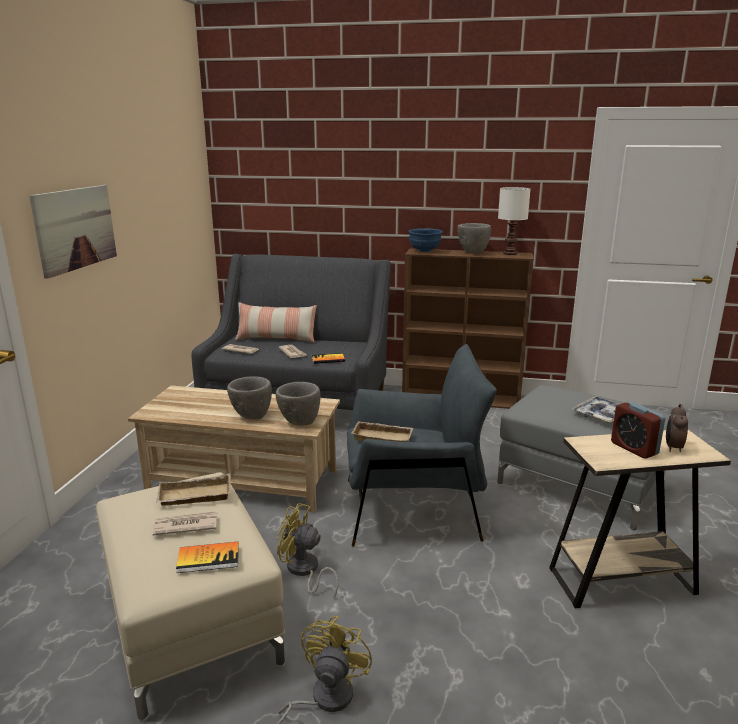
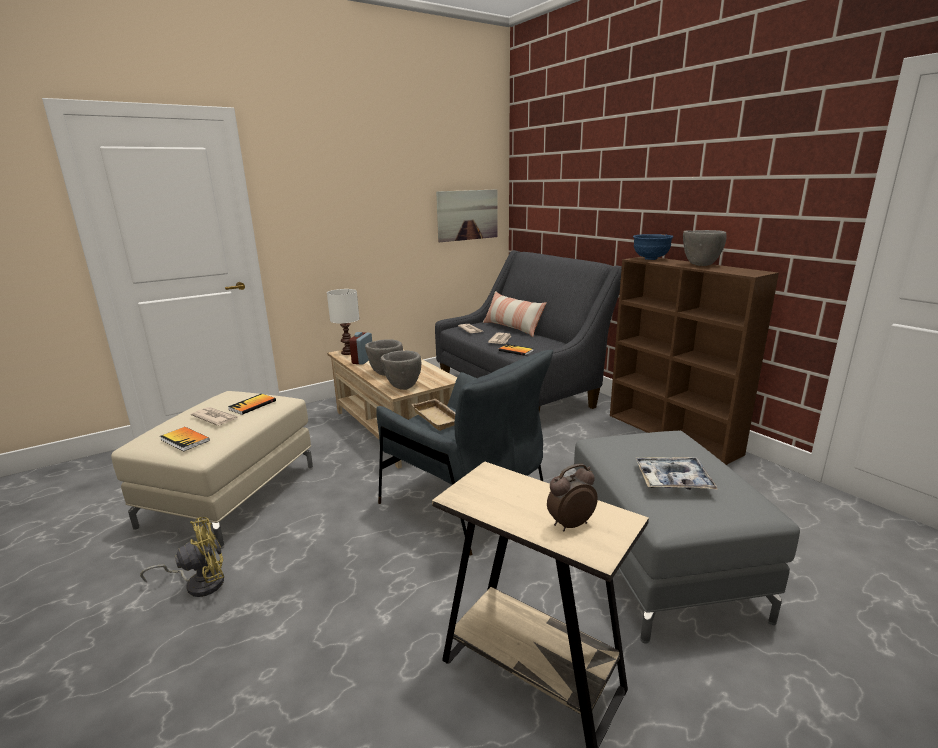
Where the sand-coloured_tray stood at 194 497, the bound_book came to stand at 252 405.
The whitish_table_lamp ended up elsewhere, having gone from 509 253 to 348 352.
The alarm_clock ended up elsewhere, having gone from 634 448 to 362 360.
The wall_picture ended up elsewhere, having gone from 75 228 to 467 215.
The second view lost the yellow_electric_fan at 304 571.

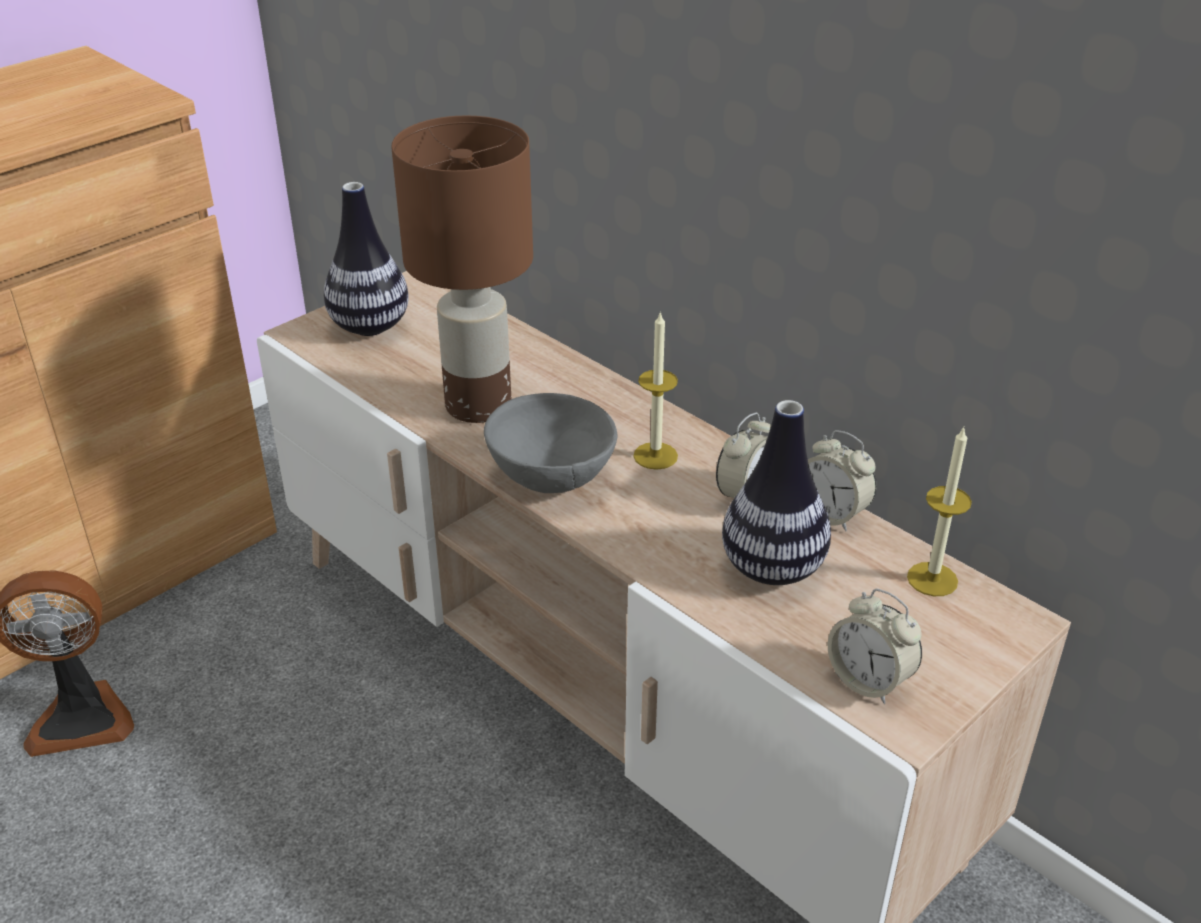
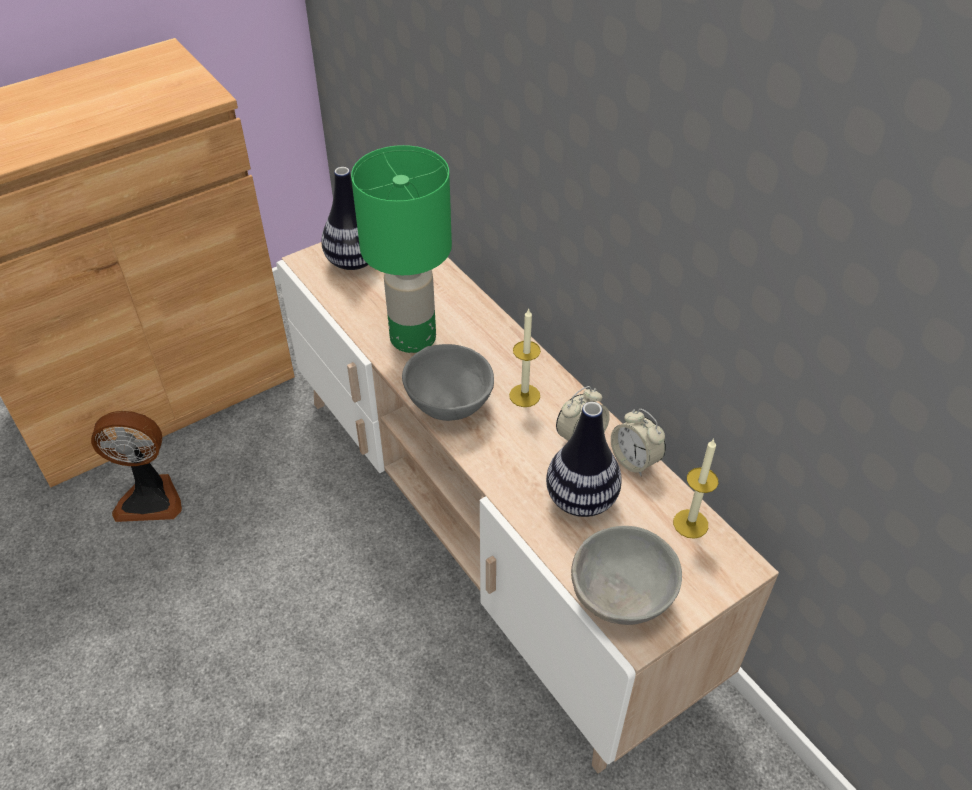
What was the brownish_table_lamp at 479 404 turned into the green-coloured_table_lamp at 413 337.
Where the alarm_clock stood at 869 680, the grey_bowl came to stand at 623 598.

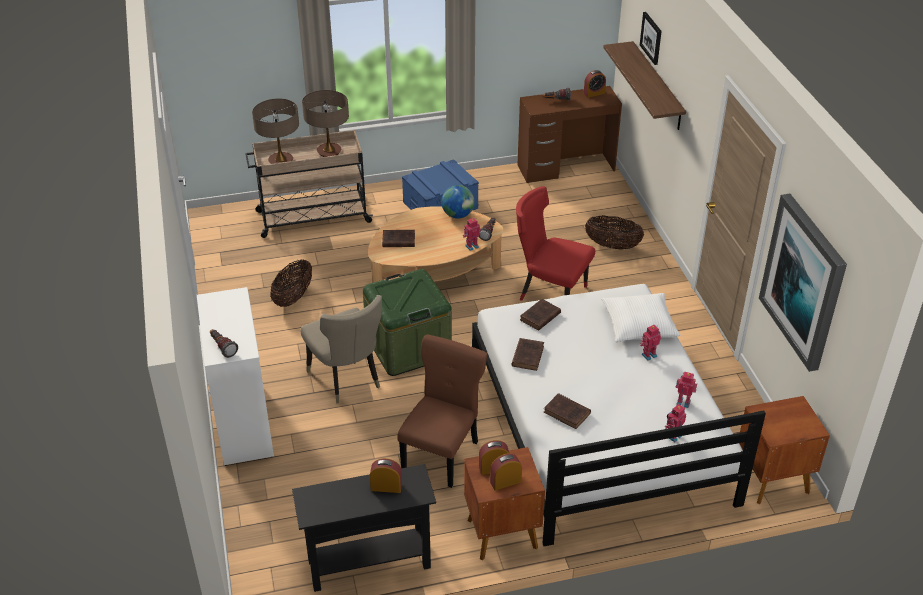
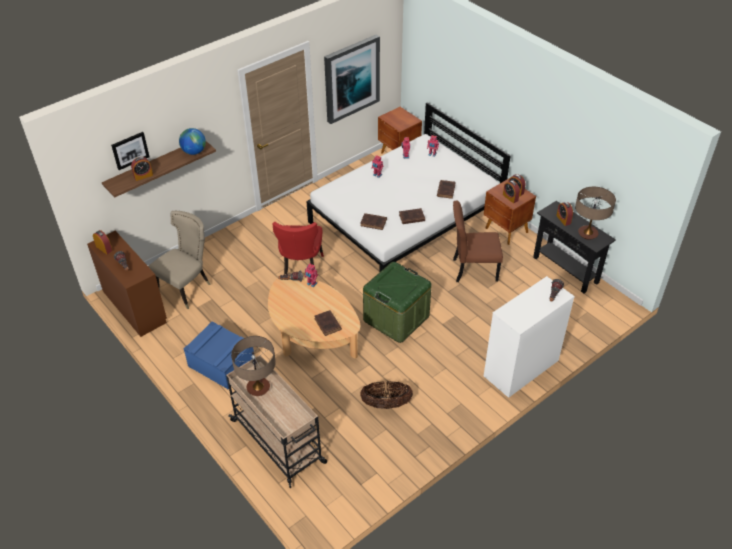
The second view gained the alarm_clock at 143 176.
The sand-coloured_chair ended up elsewhere, having gone from 347 379 to 187 287.
The world_globe ended up elsewhere, having gone from 457 215 to 194 152.
The table_lamp ended up elsewhere, having gone from 281 161 to 587 233.
The second view lost the basket at 612 246.
The second view lost the whitish_cushion at 639 324.

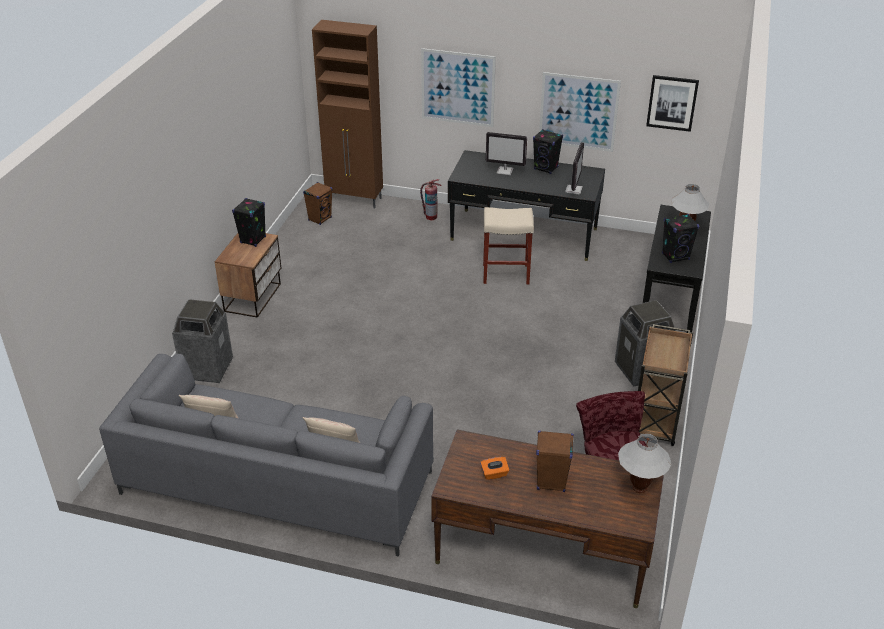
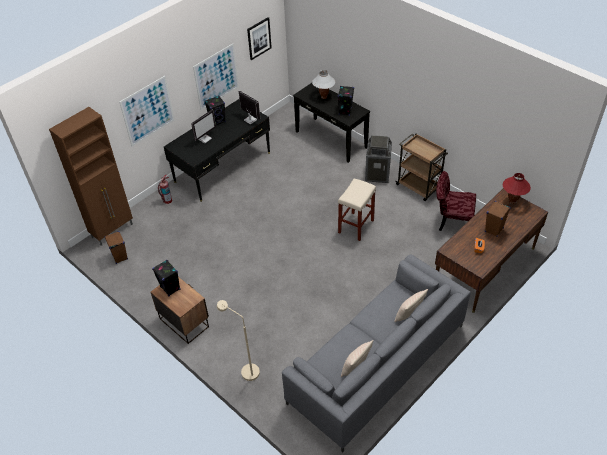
Where the waste_bin stood at 207 369, the sand-coloured_standing_lamp came to stand at 246 370.
The sand-coloured_stool_seat ended up elsewhere, having gone from 505 274 to 356 226.
What was the whitish_table_lamp at 639 488 turned into the reddish_table_lamp at 512 201.

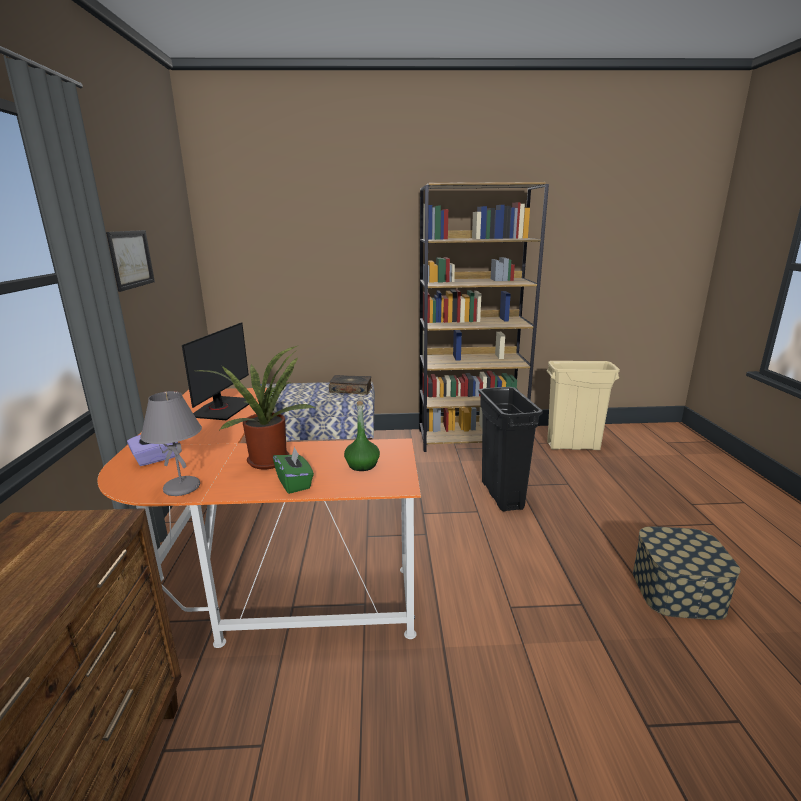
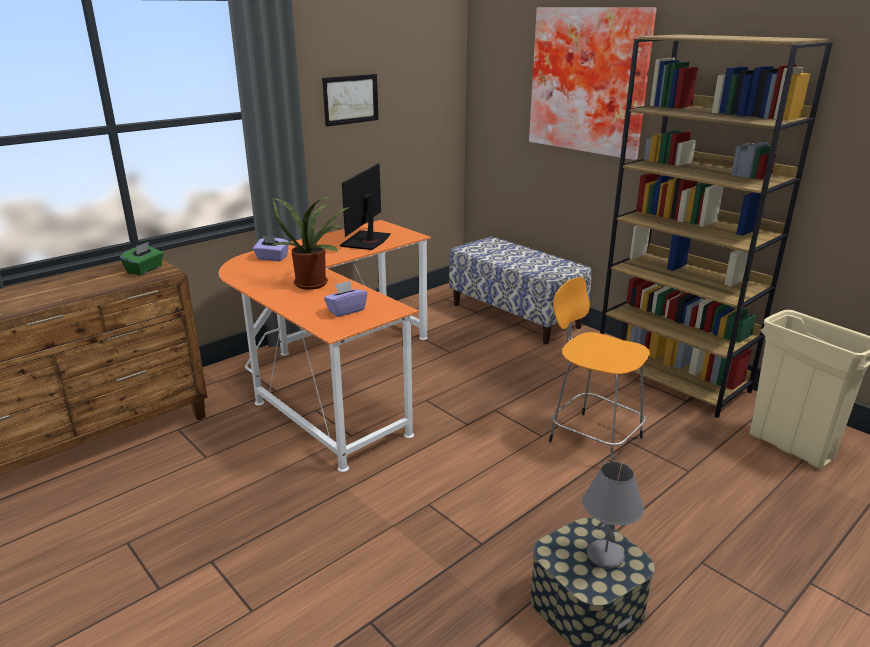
The green-coloured_box_of_tissues ended up elsewhere, having gone from 294 483 to 145 270.
Where the green-coloured_drink_bottle stood at 362 465, the purplish_box_of_tissues came to stand at 346 310.
The computer_screen at 223 408 ended up facing another way, 135 degrees clockwise from before.
The second view gained the wall_picture at 590 81.
Where the black-coloured_waste_bin stood at 501 495, the orange-coloured_stool_seat came to stand at 592 438.
The grey_table_lamp ended up elsewhere, having gone from 183 487 to 606 556.
The second view lost the bound_book at 351 390.

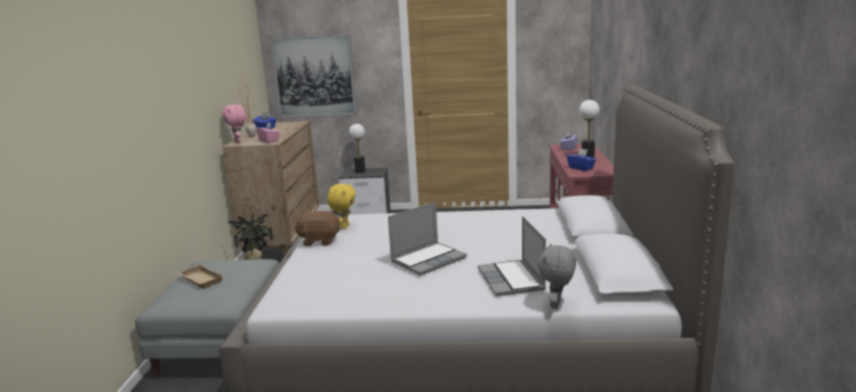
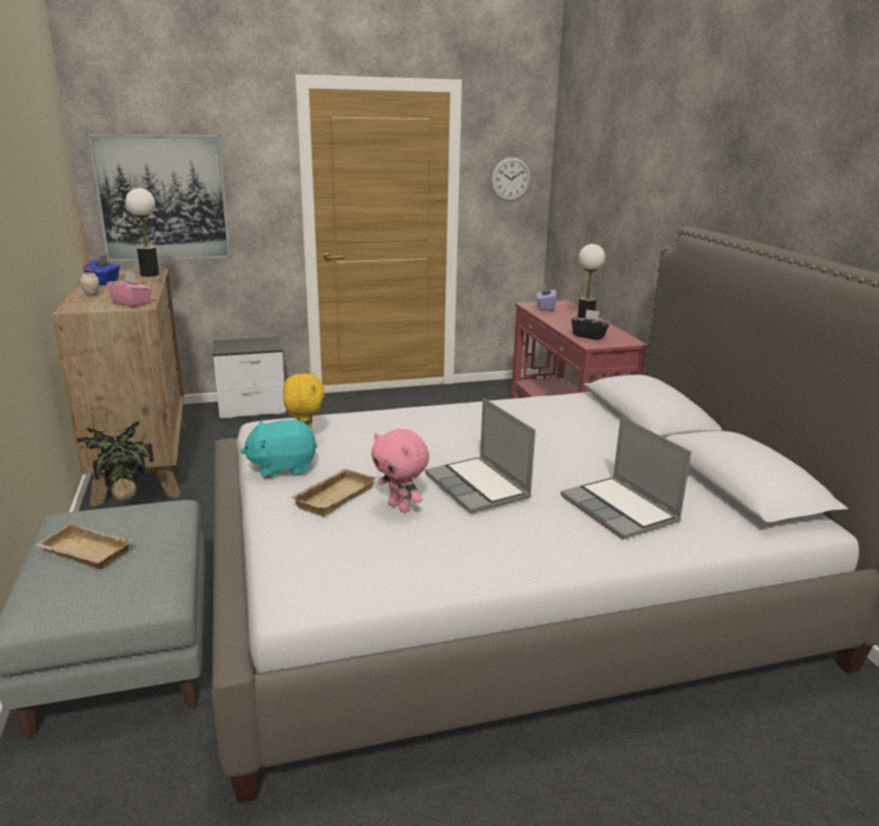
The table_lamp ended up elsewhere, having gone from 360 171 to 150 274.
What was the brownish_cuddly_toy at 320 241 turned into the blue-green_cuddly_toy at 282 467.
The second view gained the sand-coloured_tray at 333 496.
The pink-coloured_cuddly_toy ended up elsewhere, having gone from 238 141 to 400 507.
The laptop at 428 259 ended up facing another way, 120 degrees clockwise from before.
The second view gained the hanging_clock at 510 179.
What was the blue_box_of_tissues at 581 168 turned into the black-coloured_box_of_tissues at 589 336.
The second view lost the grey_cuddly_toy at 557 305.

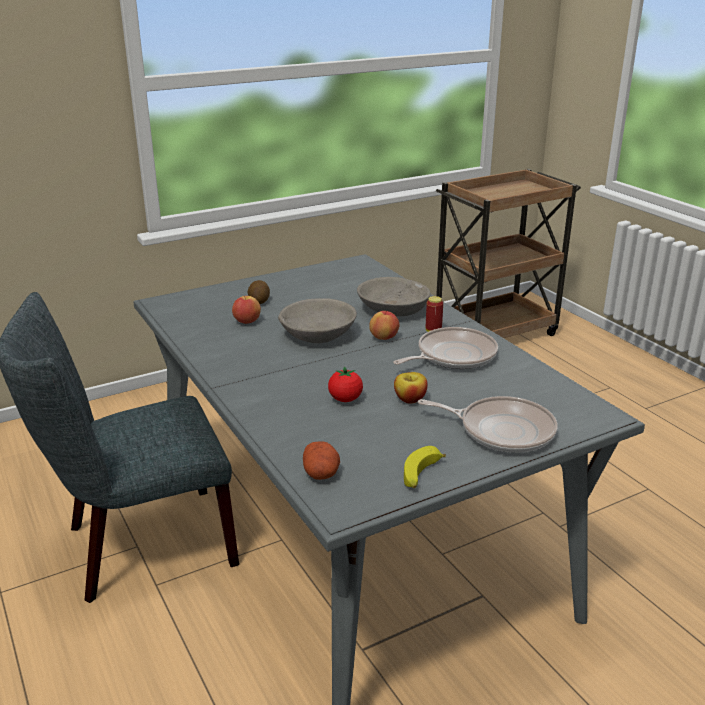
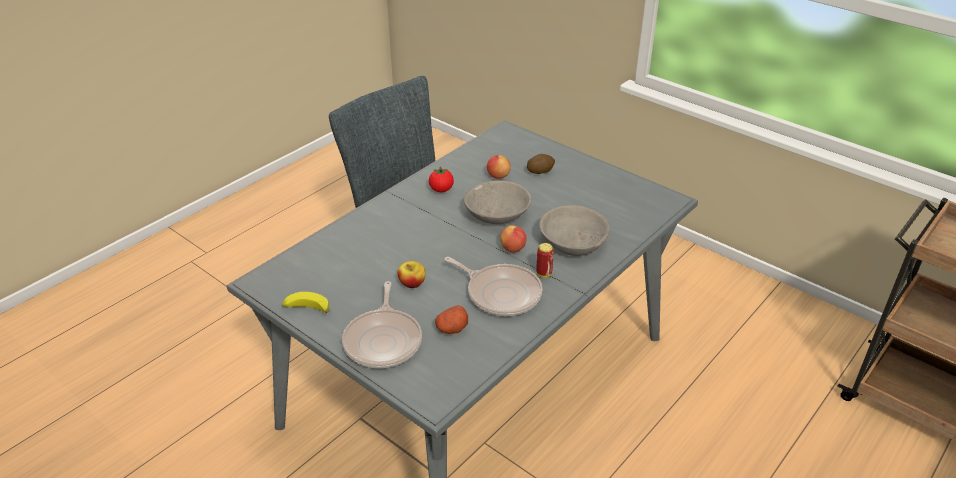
The fresh_tomato ended up elsewhere, having gone from 345 399 to 441 190.
The spud ended up elsewhere, having gone from 321 473 to 452 328.

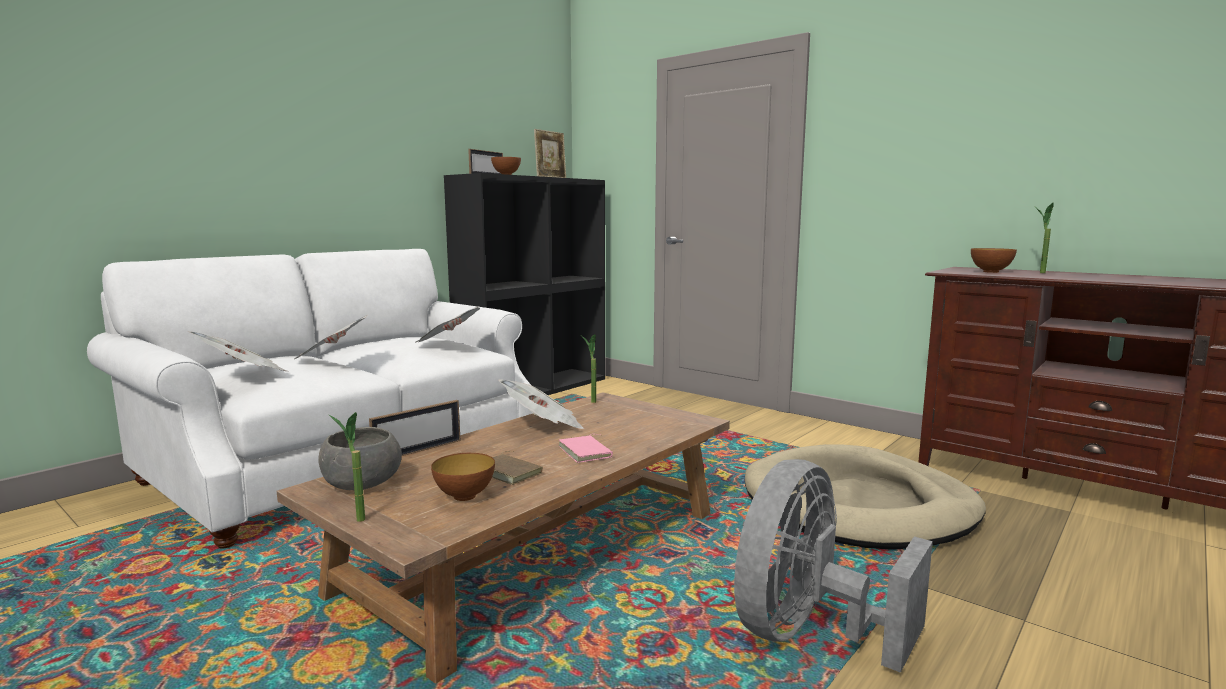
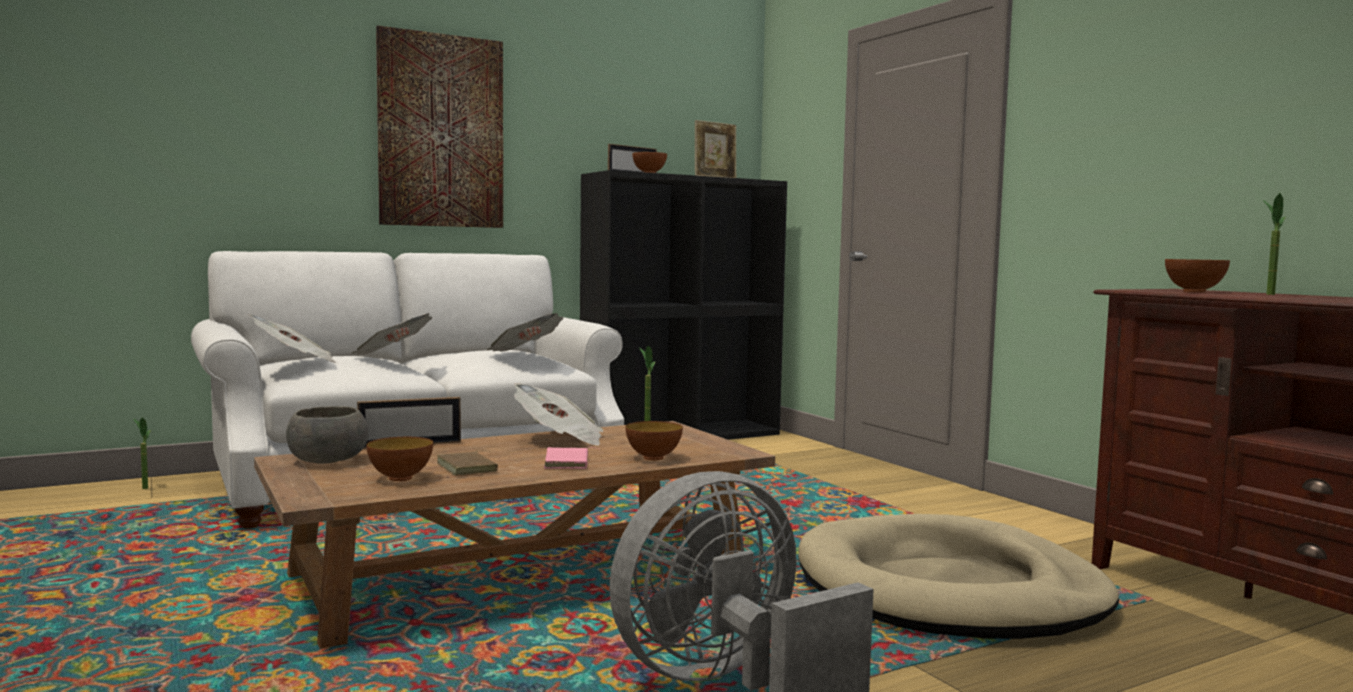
The plant_in_a_pot ended up elsewhere, having gone from 354 518 to 143 487.
The second view gained the wall_picture at 441 131.
The second view gained the bowl at 653 458.

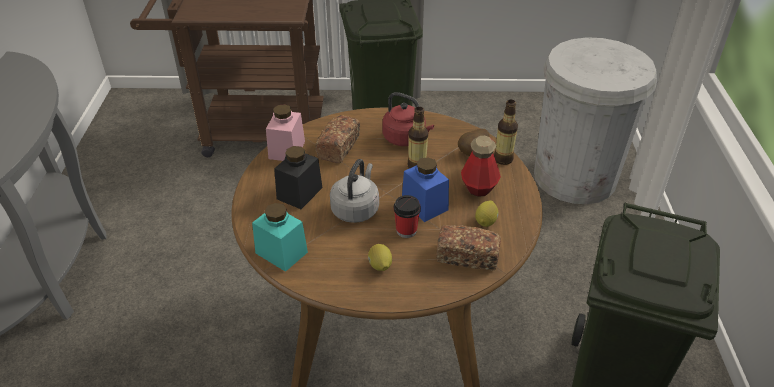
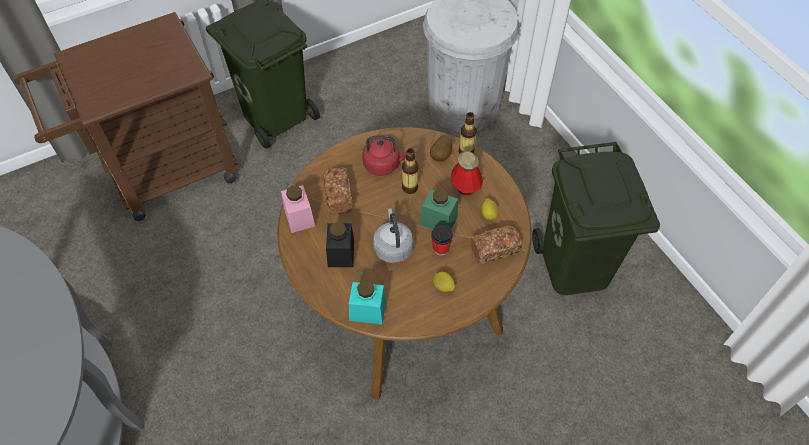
What was the blue_jar at 424 205 turned into the green-coloured_jar at 438 220.

